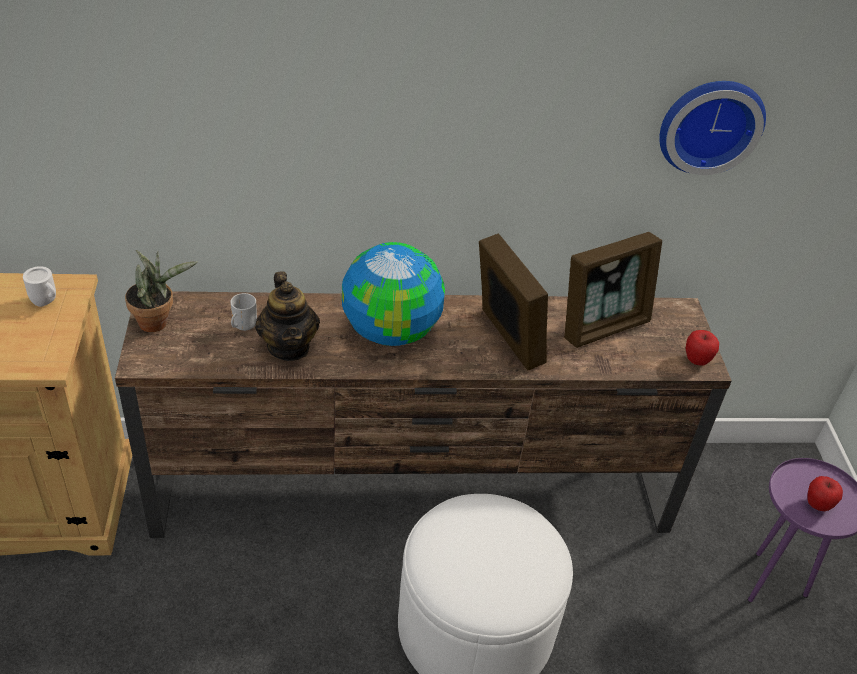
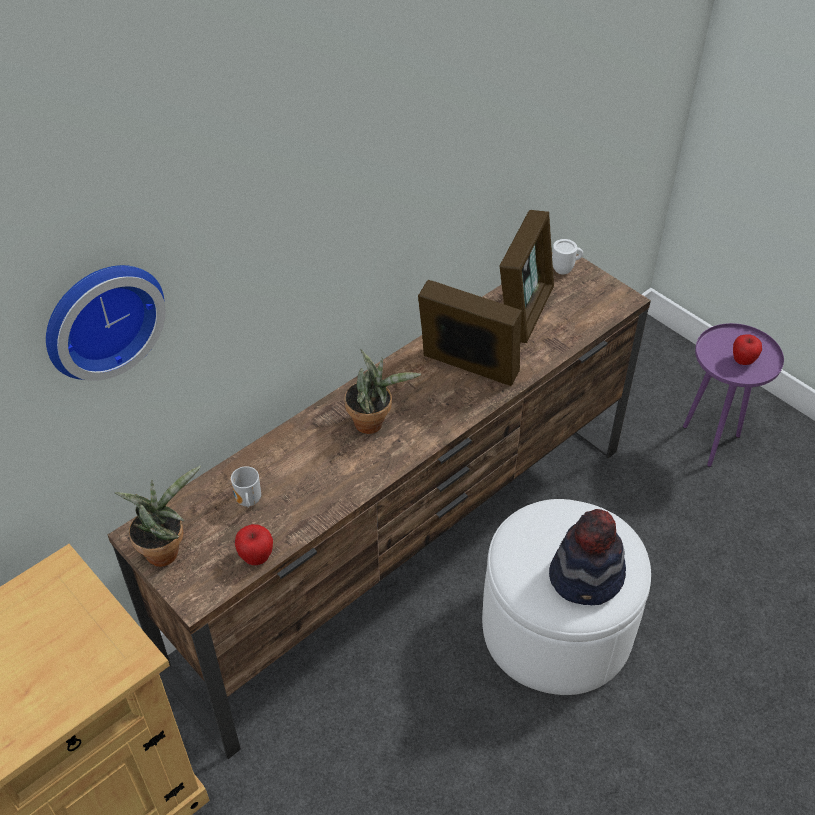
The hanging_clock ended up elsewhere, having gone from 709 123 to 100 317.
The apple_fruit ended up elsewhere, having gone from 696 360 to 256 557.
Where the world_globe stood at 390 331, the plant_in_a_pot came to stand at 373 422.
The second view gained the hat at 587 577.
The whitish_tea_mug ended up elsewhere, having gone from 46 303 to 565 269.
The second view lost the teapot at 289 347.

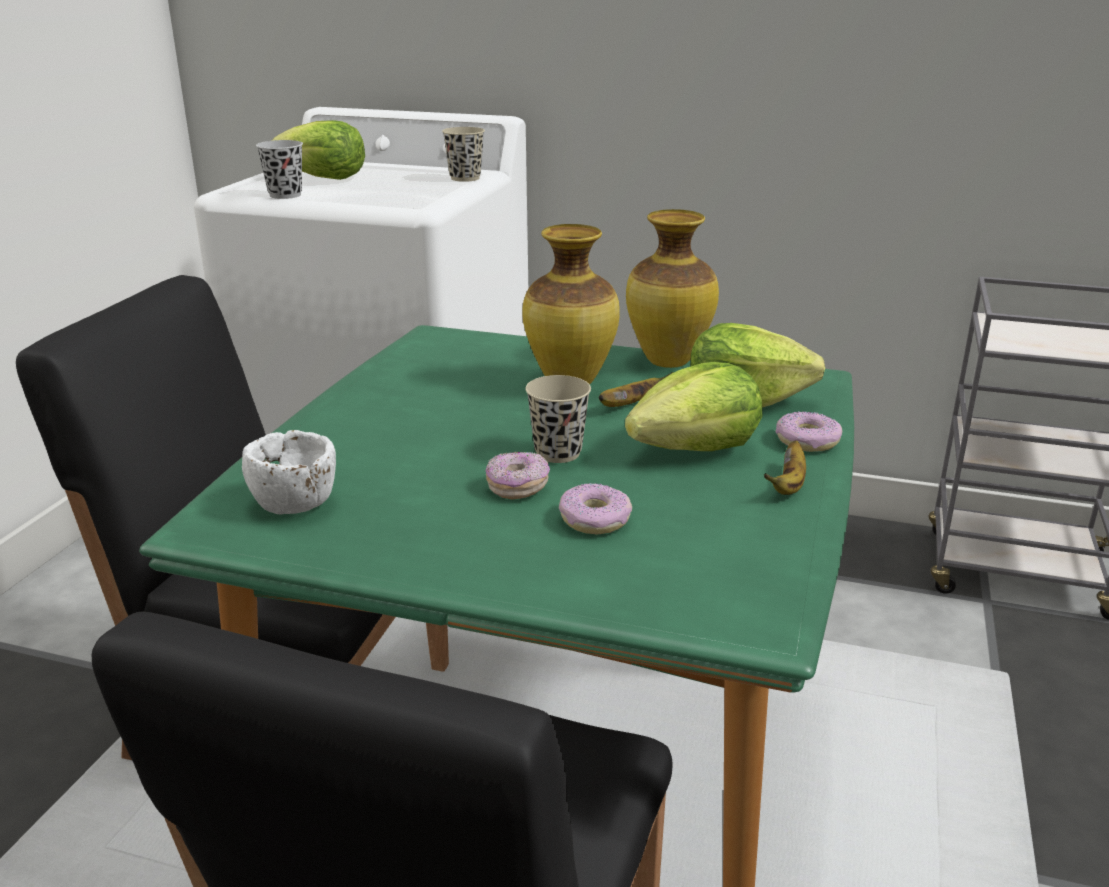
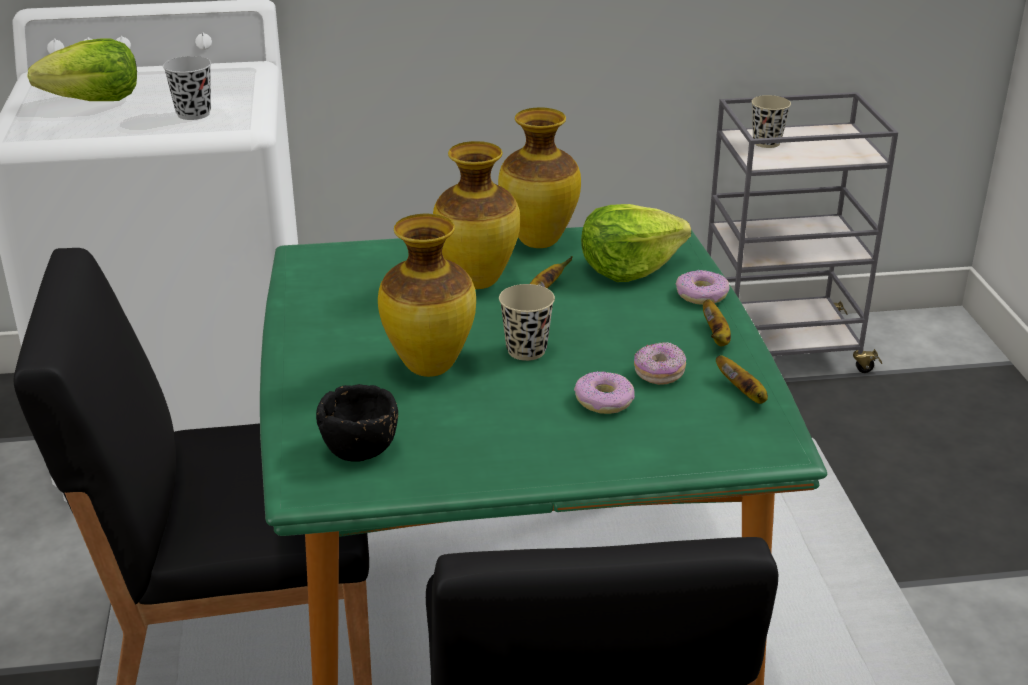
The black-coloured_small_cup ended up elsewhere, having gone from 285 195 to 193 114.
What was the whitish_bowl at 296 503 turned into the black-coloured_bowl at 360 448.
The second view gained the vase at 431 366.
The donut ended up elsewhere, having gone from 517 488 to 659 373.
The second view gained the banana at 743 393.
The sand-coloured_small_cup ended up elsewhere, having gone from 465 178 to 766 142.
The second view lost the head_of_lettuce at 696 449.

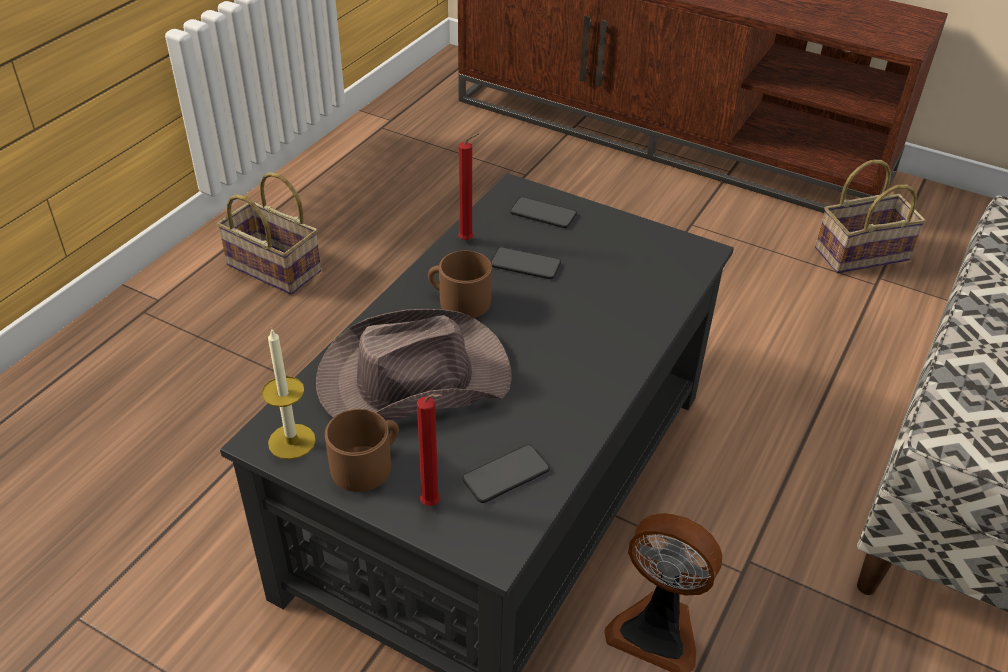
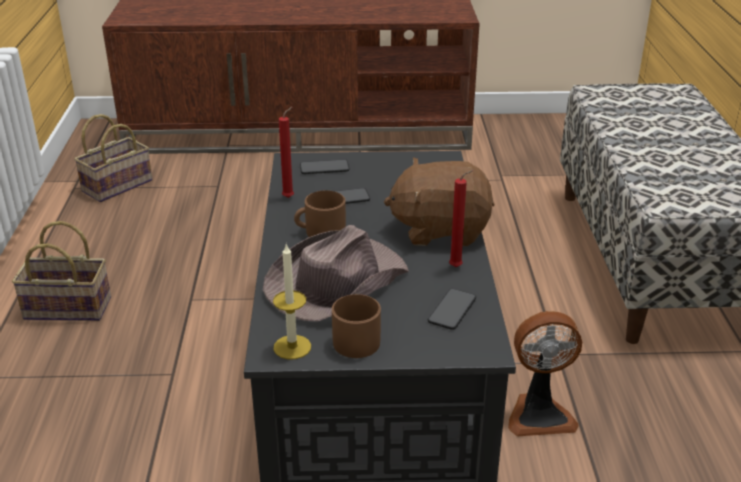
The basket ended up elsewhere, having gone from 862 252 to 118 185.
The second view gained the brownish_cuddly_toy at 440 230.
The reddish_candle ended up elsewhere, having gone from 433 504 to 457 267.

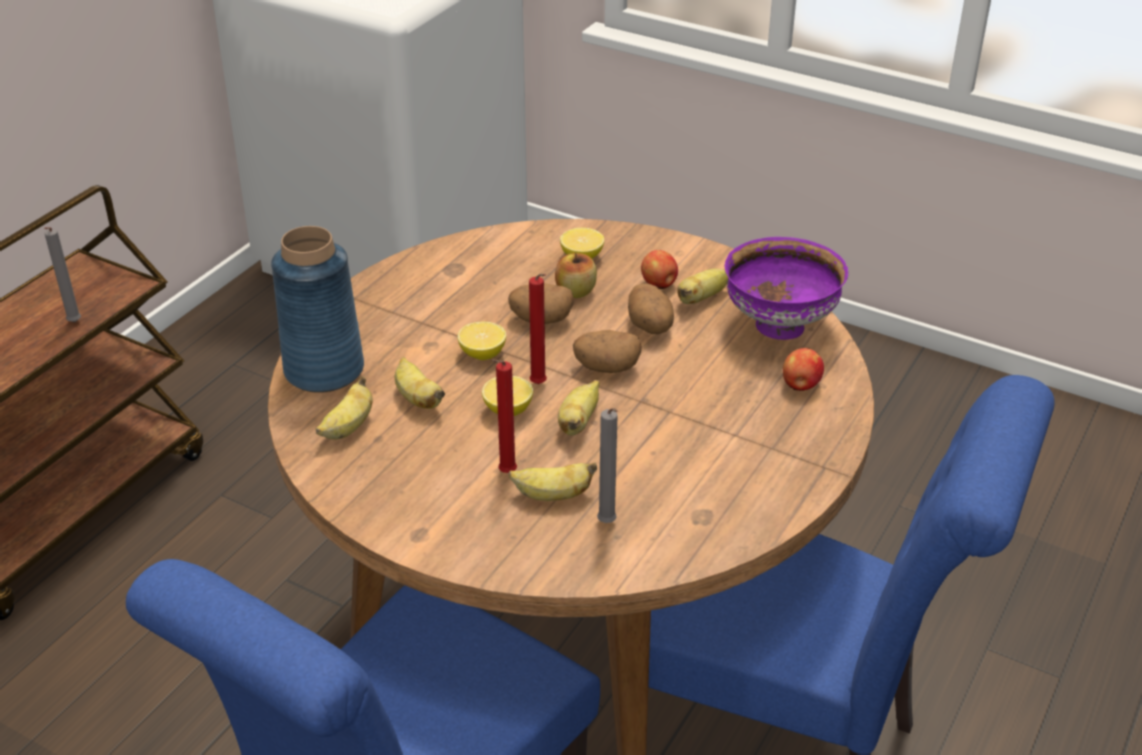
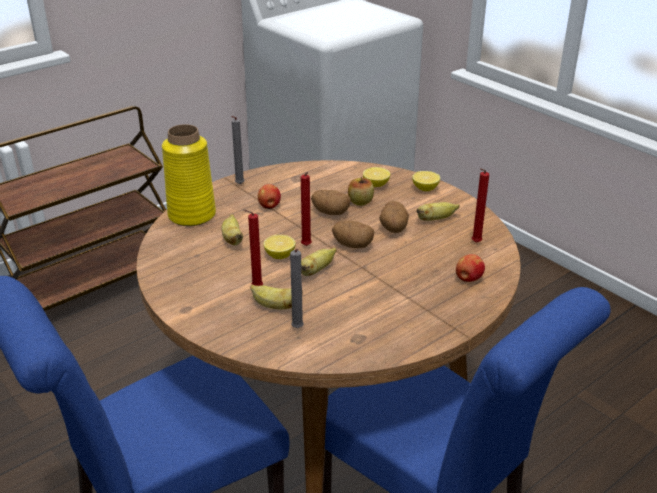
What was the blue_vase at 324 370 turned into the yellow_vase at 191 215.
The grey_candle ended up elsewhere, having gone from 74 323 to 239 185.
The apple_fruit ended up elsewhere, having gone from 659 284 to 269 206.
The whole_lemon ended up elsewhere, having gone from 482 354 to 425 188.
Where the purplish_bowl stood at 778 325, the reddish_candle came to stand at 475 243.
The second view lost the banana at 348 428.

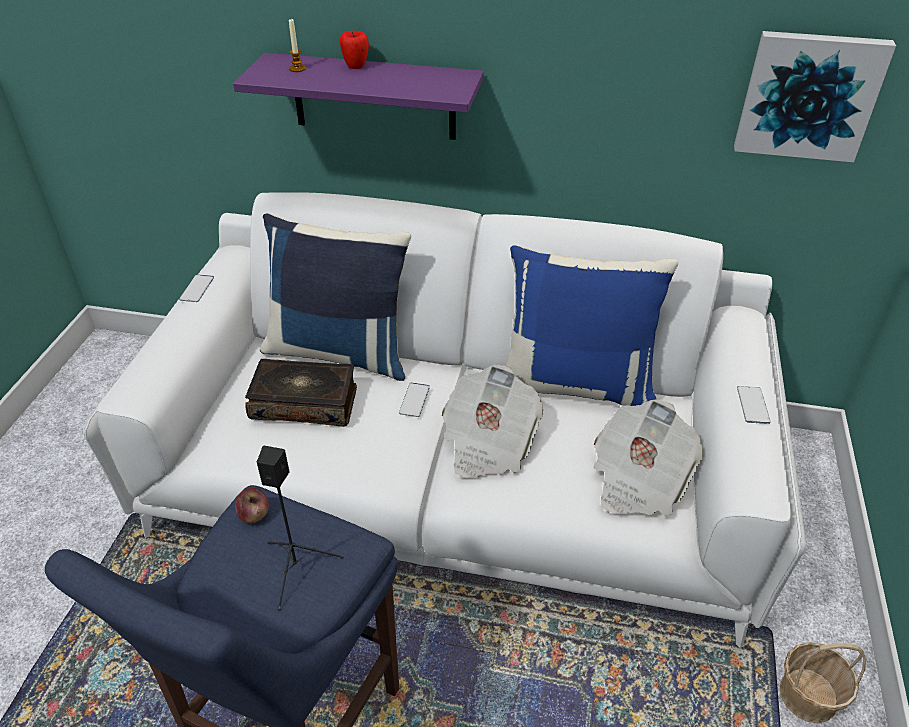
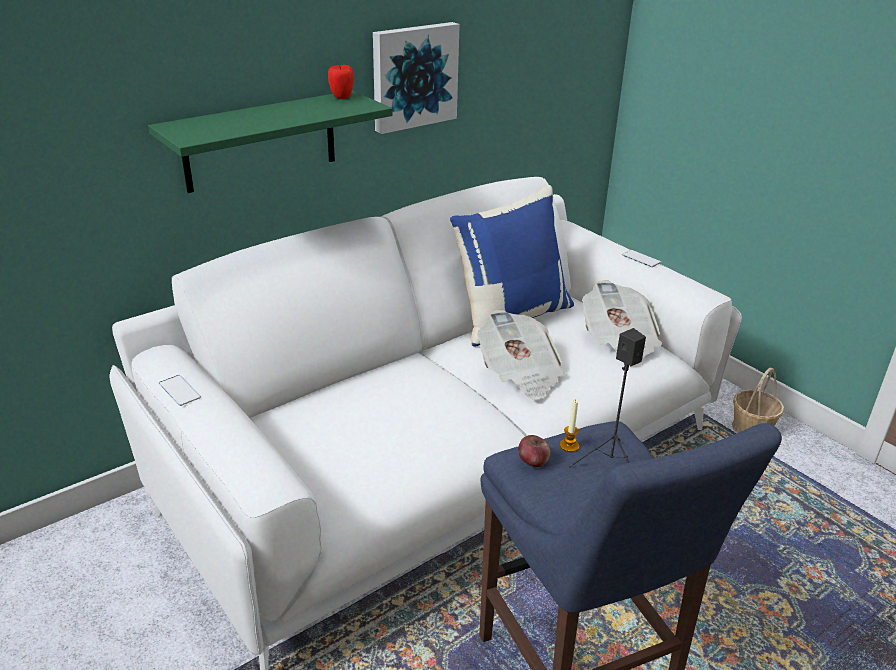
What was the purplish_wall_shelf at 374 97 turned into the green-coloured_wall_shelf at 260 141.
The apple_fruit ended up elsewhere, having gone from 356 66 to 341 97.
The wall_picture ended up elsewhere, having gone from 808 95 to 413 76.
The candle ended up elsewhere, having gone from 297 69 to 569 446.
The second view lost the bound_book at 304 402.
The second view lost the blue_cushion at 340 351.
The second view lost the telephone at 414 400.

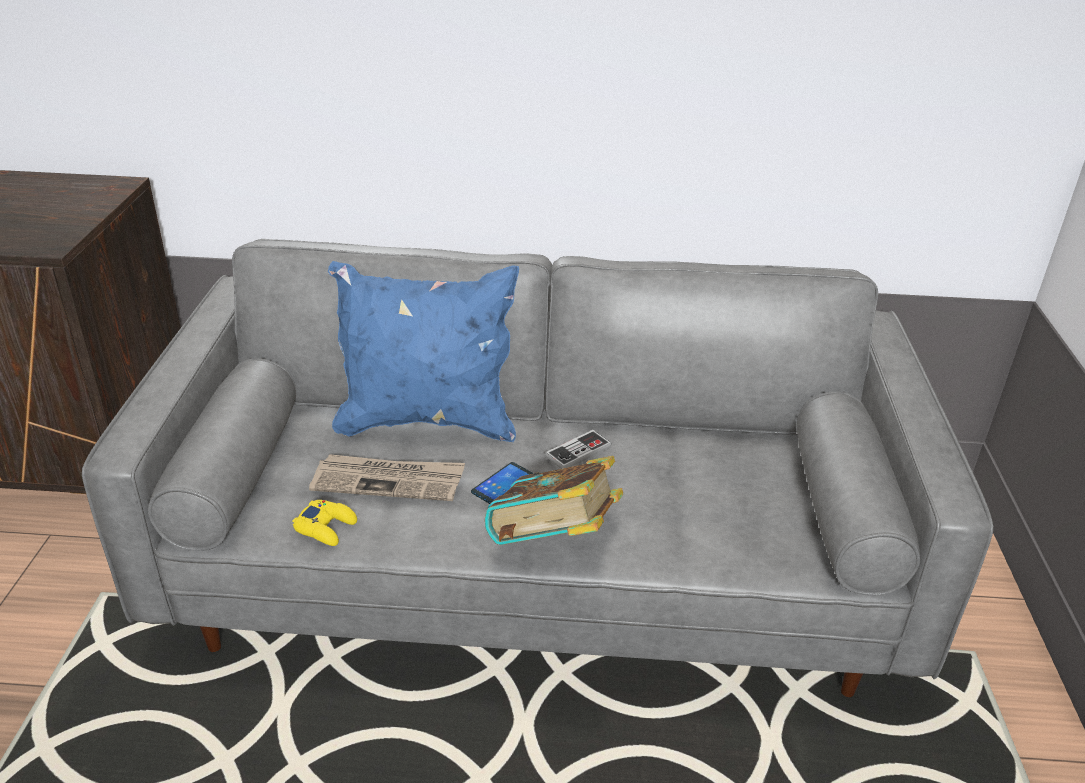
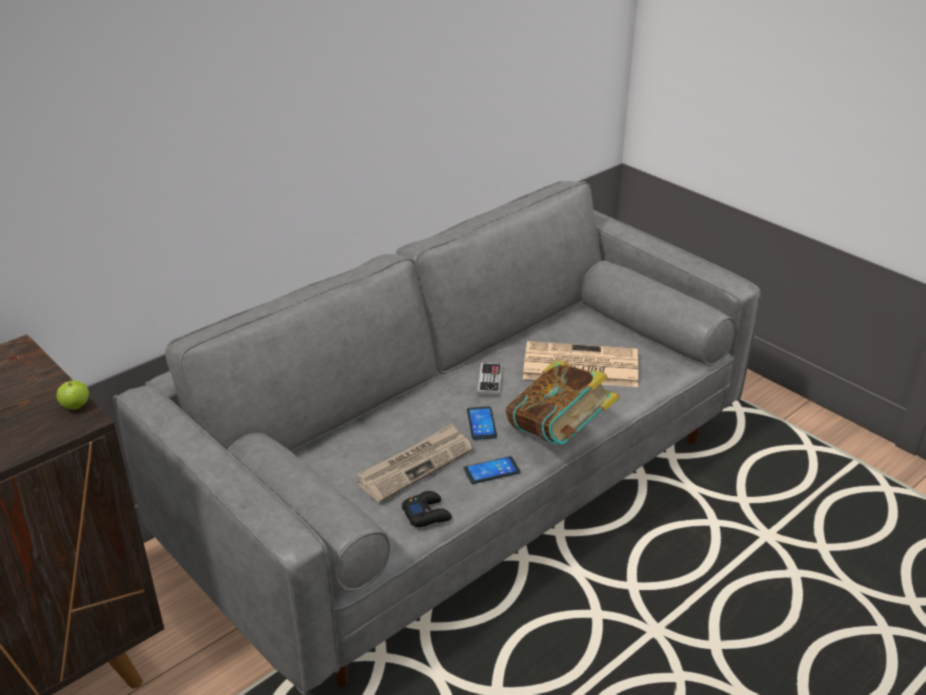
The second view gained the apple_fruit at 76 407.
What was the yellow_gamepad at 326 527 turned into the black-coloured_gamepad at 427 514.
The second view gained the telephone at 491 471.
The second view gained the printed_paper at 578 366.
The second view lost the blue_cushion at 427 421.

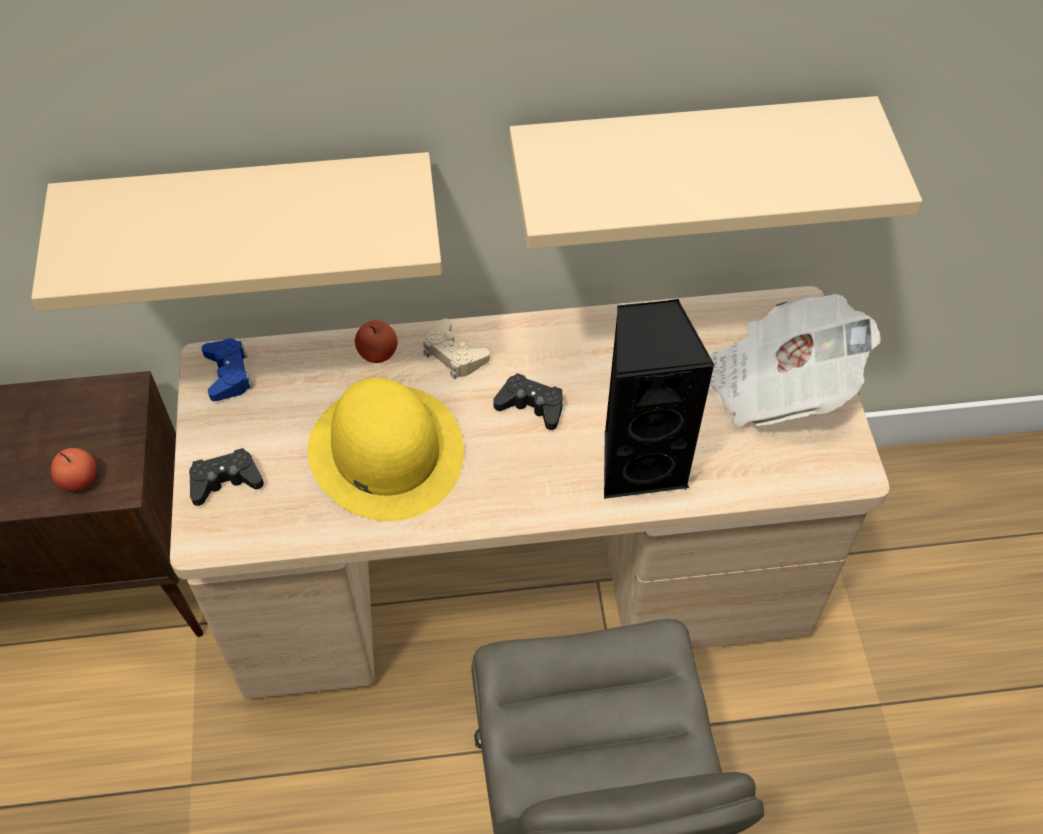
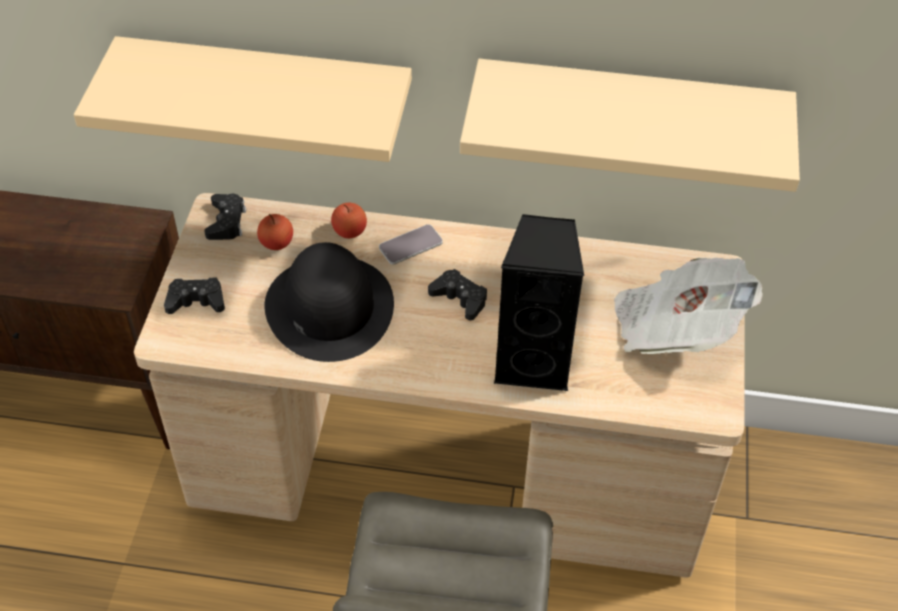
What was the blue_gamepad at 228 374 turned into the black-coloured_gamepad at 226 222.
The apple_fruit ended up elsewhere, having gone from 79 479 to 276 243.
What was the yellow_hat at 385 450 turned into the black-coloured_hat at 329 306.
Where the sand-coloured_gamepad stood at 454 354, the telephone came to stand at 410 245.

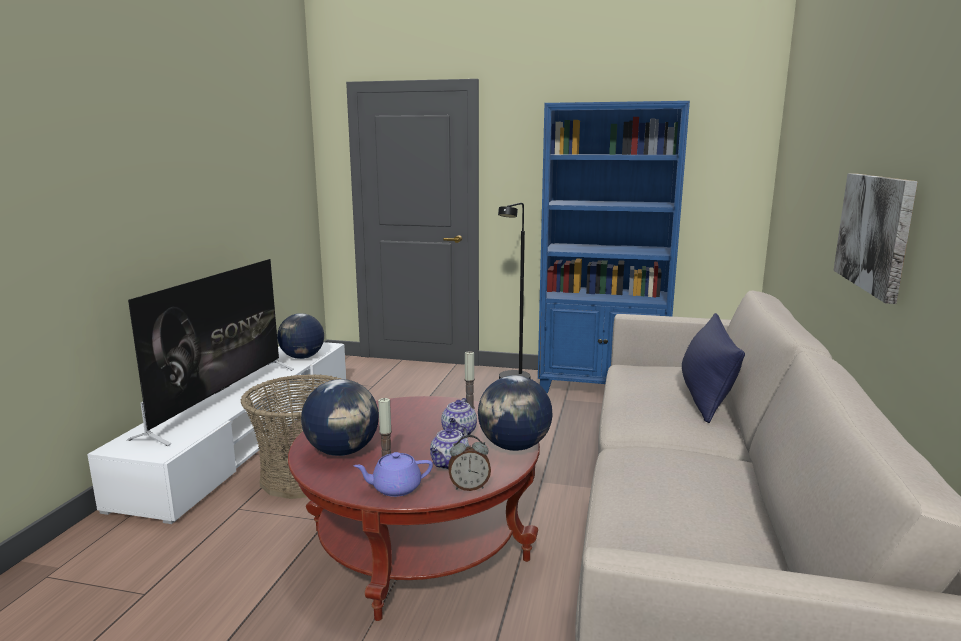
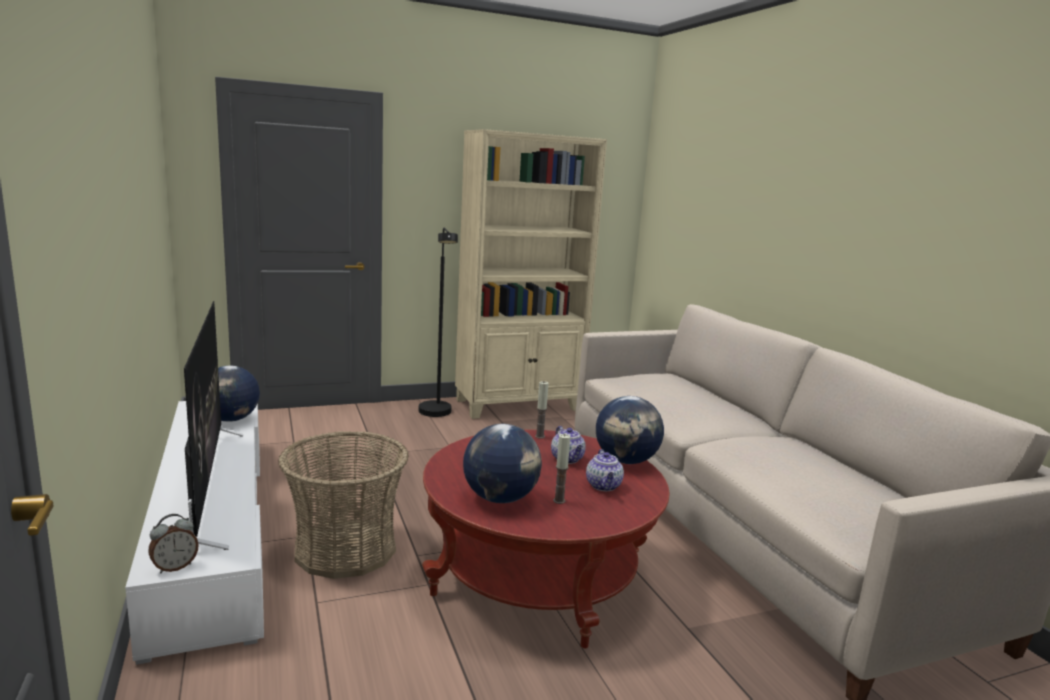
The alarm_clock ended up elsewhere, having gone from 469 487 to 175 567.
What was the blue_shelving_unit at 602 388 turned into the sand-coloured_shelving_unit at 519 405.
The second view lost the purplish_teapot at 395 488.
The second view lost the blue_cushion at 706 396.
The second view lost the wall_picture at 874 232.

